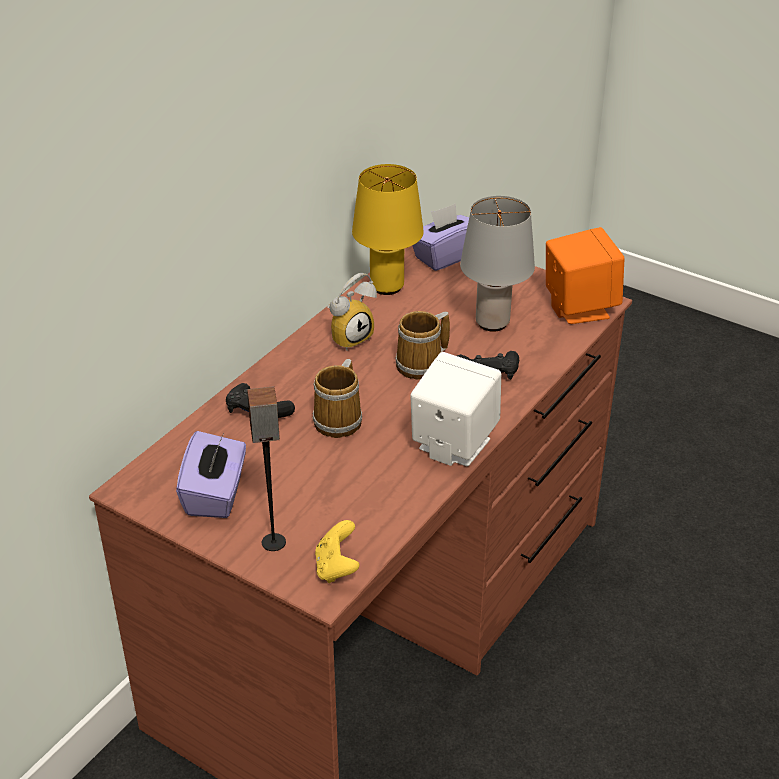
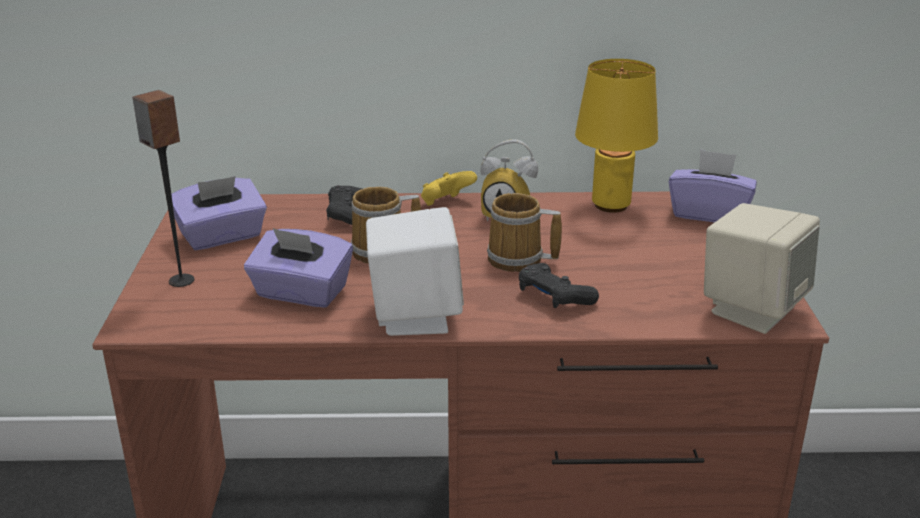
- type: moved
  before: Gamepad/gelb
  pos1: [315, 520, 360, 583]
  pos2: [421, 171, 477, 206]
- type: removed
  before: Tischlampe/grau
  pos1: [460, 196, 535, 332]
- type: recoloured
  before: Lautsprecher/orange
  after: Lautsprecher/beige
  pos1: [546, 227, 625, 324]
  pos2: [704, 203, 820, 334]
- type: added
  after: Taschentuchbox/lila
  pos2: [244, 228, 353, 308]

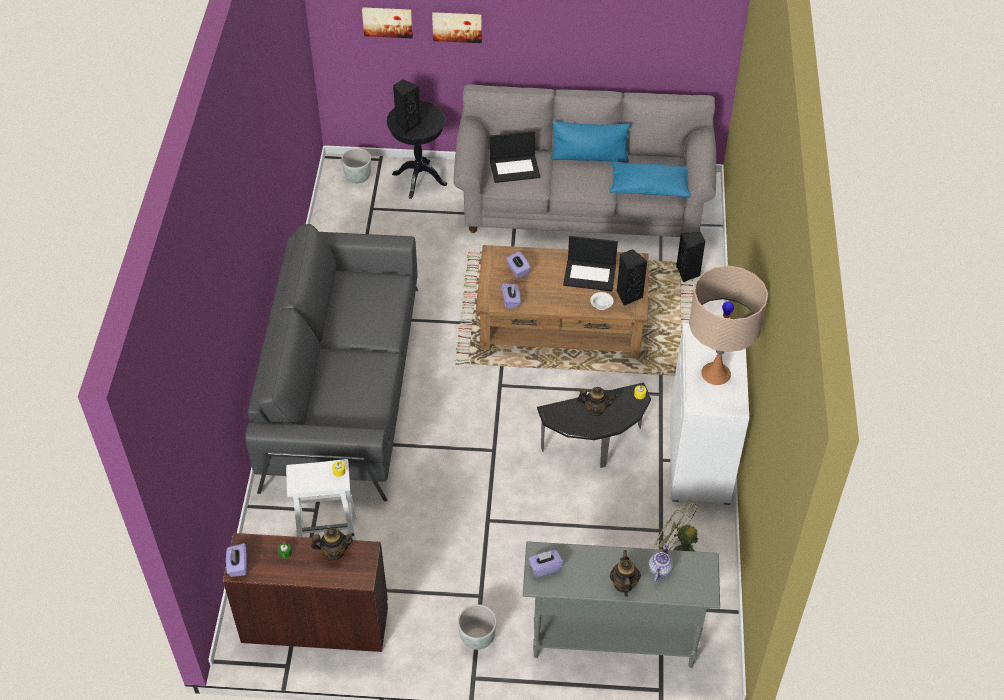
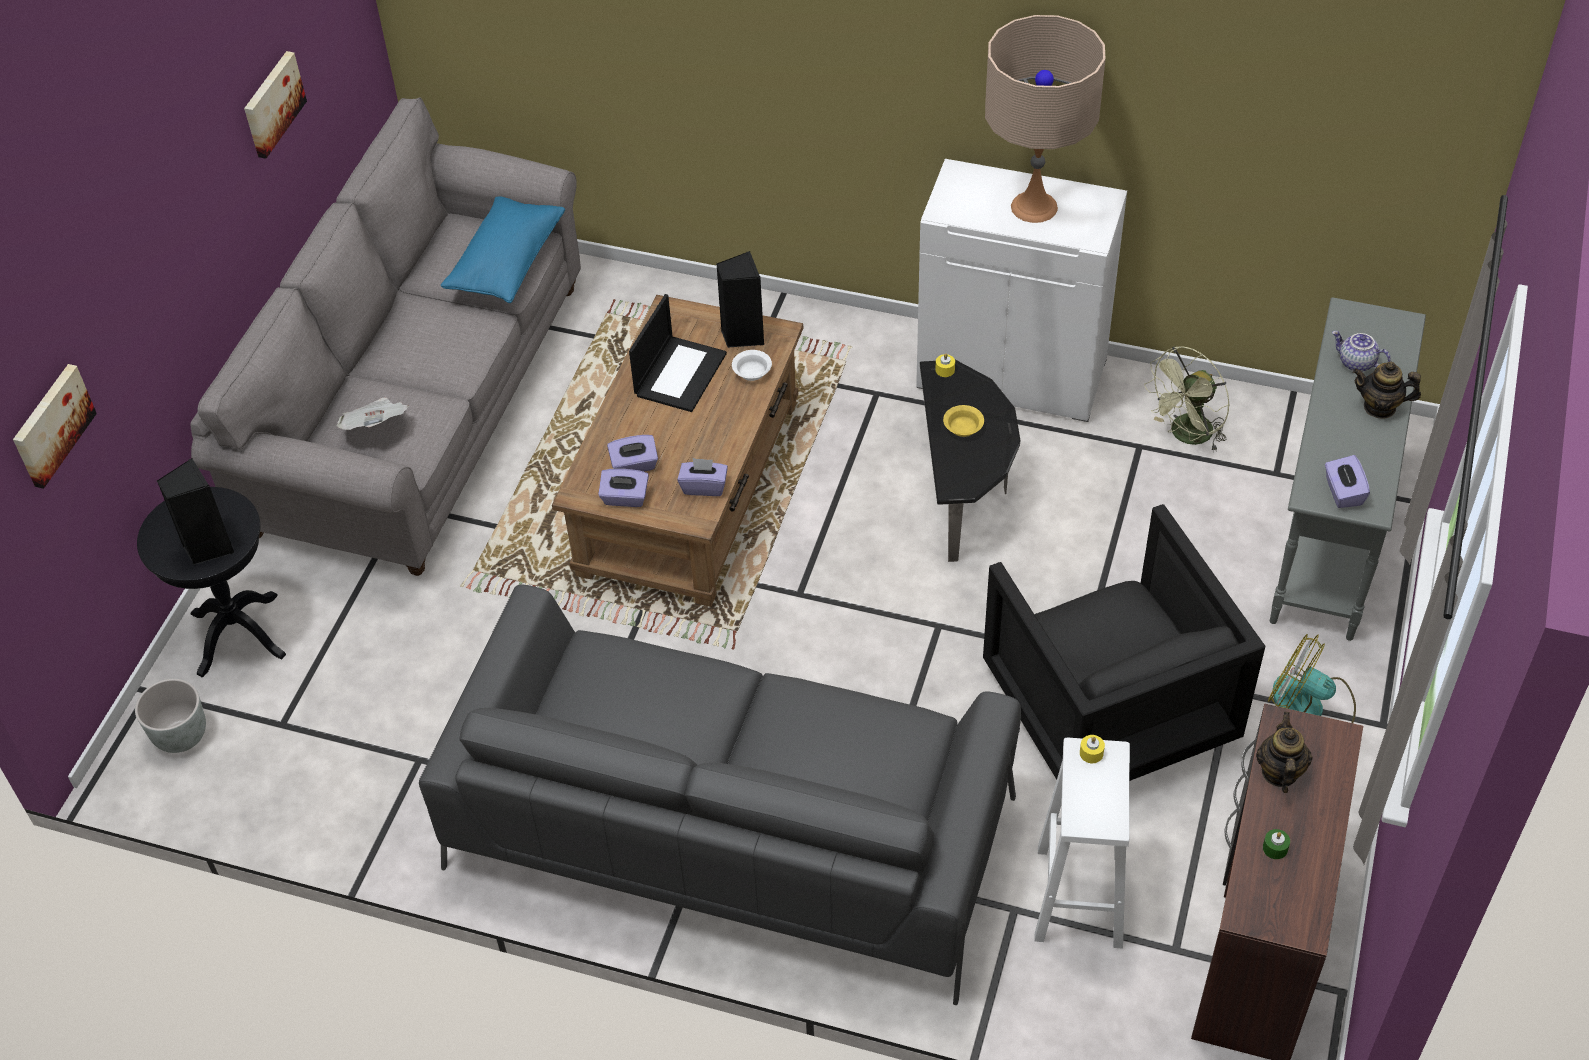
- type: moved
  before: Taschentuchbox/lila
  pos1: [226, 543, 247, 577]
  pos2: [598, 469, 649, 507]
- type: moved
  before: Bild
  pos1: [432, 12, 482, 43]
  pos2: [244, 51, 307, 159]
- type: replaced
  before: Pflanzkübel/grau
  after: Ventilator
  pos1: [458, 604, 497, 650]
  pos2: [1268, 634, 1356, 723]
- type: replaced
  before: Laptop
  after: Zeitung
  pos1: [490, 131, 540, 183]
  pos2: [337, 398, 409, 430]
- type: removed
  before: Kissen/blau
  pos1: [551, 121, 631, 163]
- type: replaced
  before: Teekanne
  after: Schüssel/gelb
  pos1: [577, 387, 616, 416]
  pos2: [943, 405, 984, 437]
- type: removed
  before: Lautsprecher/schwarz
  pos1: [676, 232, 706, 282]
- type: added
  after: Sessel/schwarz
  pos2: [983, 504, 1265, 781]

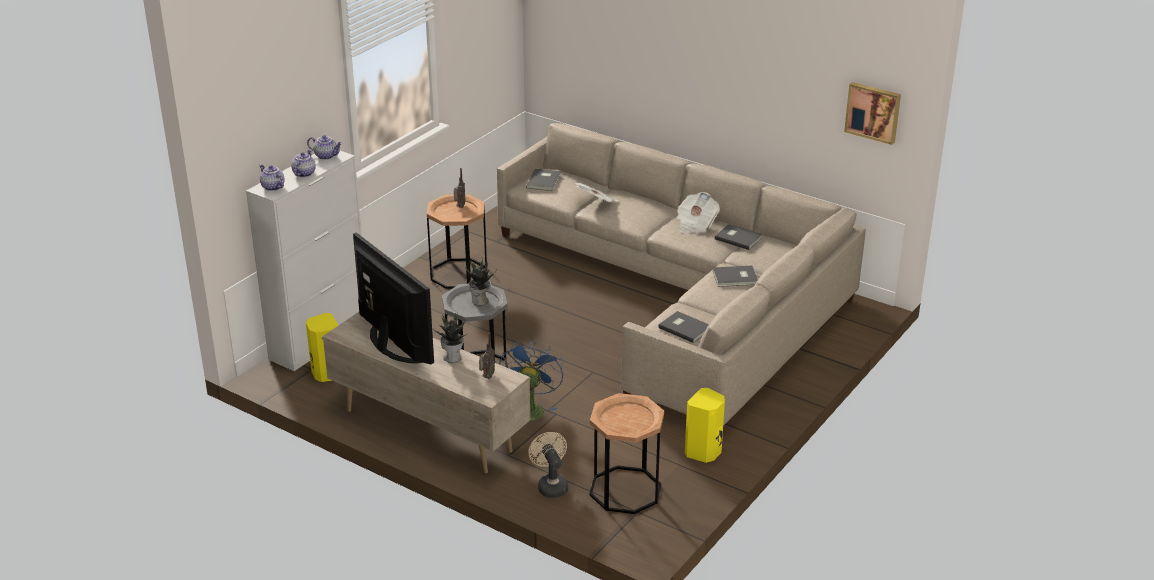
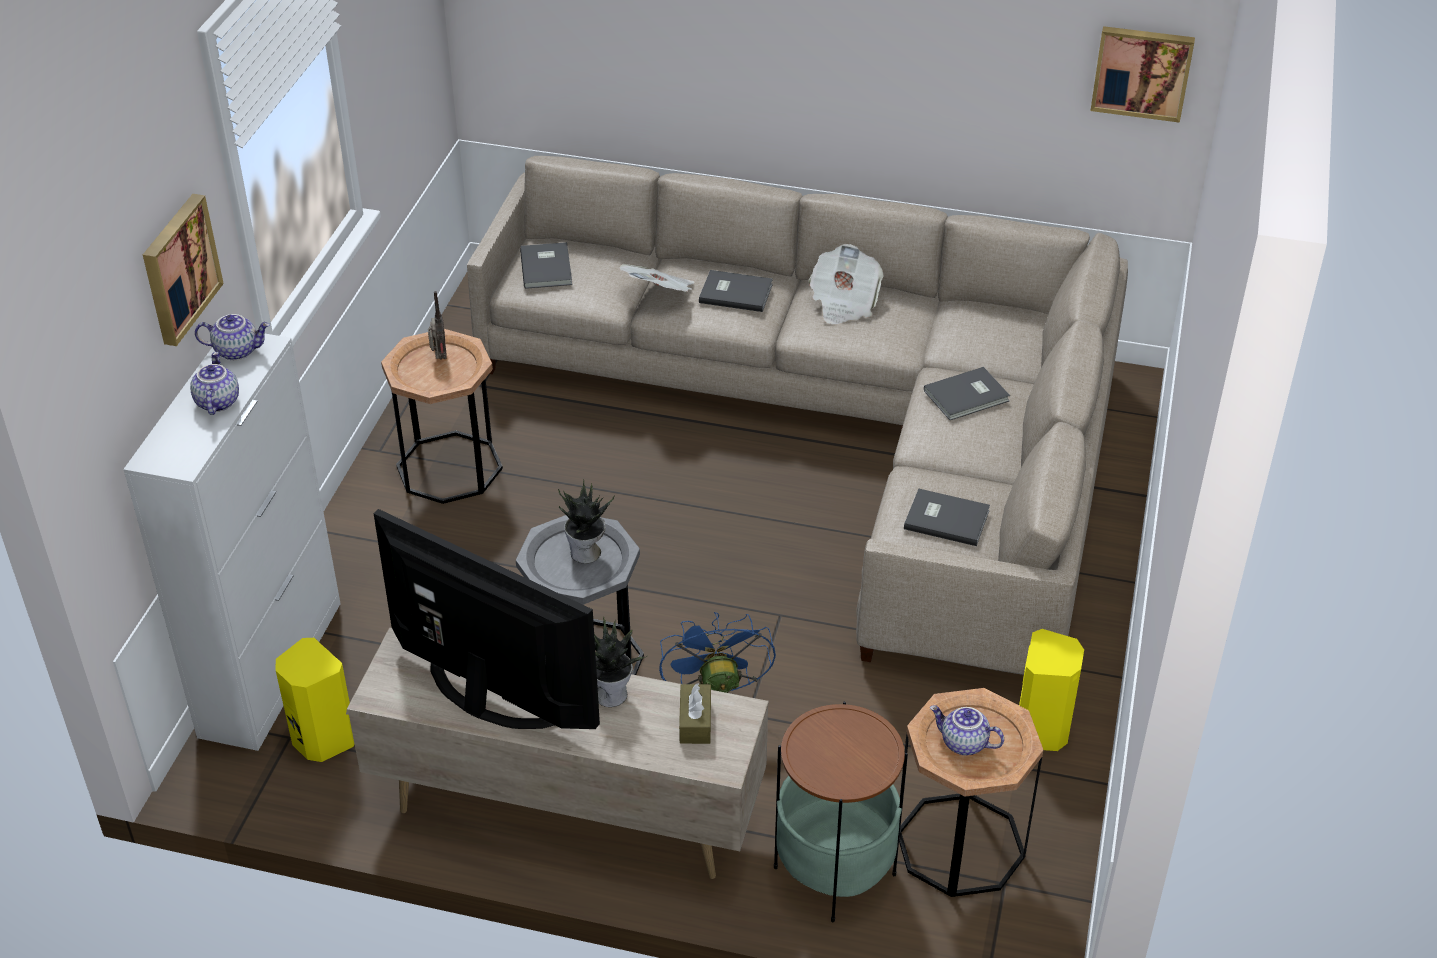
- type: moved
  before: Teekanne
  pos1: [259, 164, 284, 191]
  pos2: [930, 705, 1004, 755]
- type: replaced
  before: Radio
  after: Taschentuchbox/braun
  pos1: [479, 332, 495, 379]
  pos2: [679, 683, 711, 744]
- type: replaced
  before: Ventilator/beige
  after: Beistelltisch
  pos1: [528, 432, 568, 498]
  pos2: [774, 702, 908, 922]
- type: moved
  before: Buch/grau
  pos1: [715, 224, 763, 250]
  pos2: [699, 270, 773, 312]
- type: added
  after: Bild
  pos2: [143, 194, 224, 346]

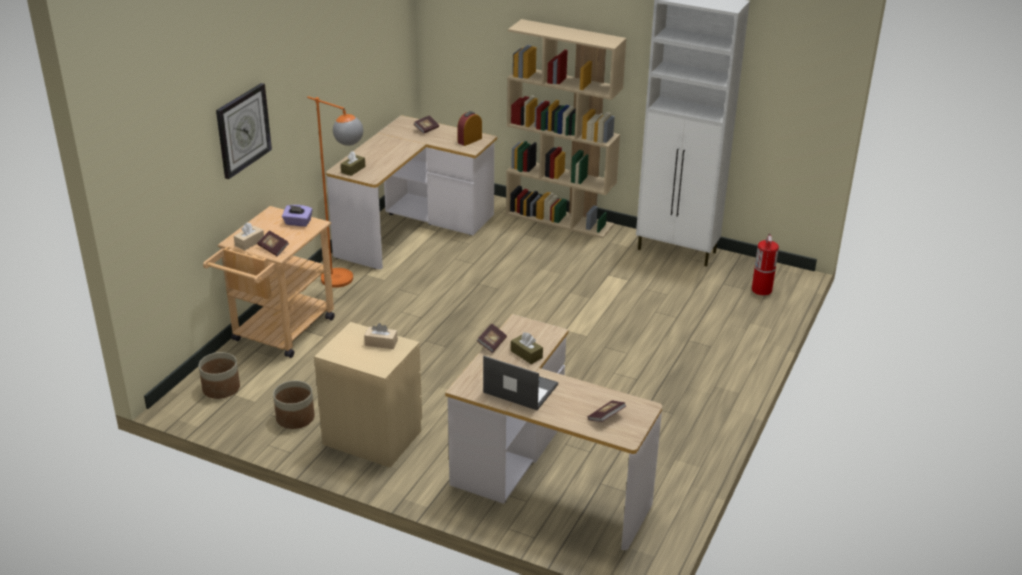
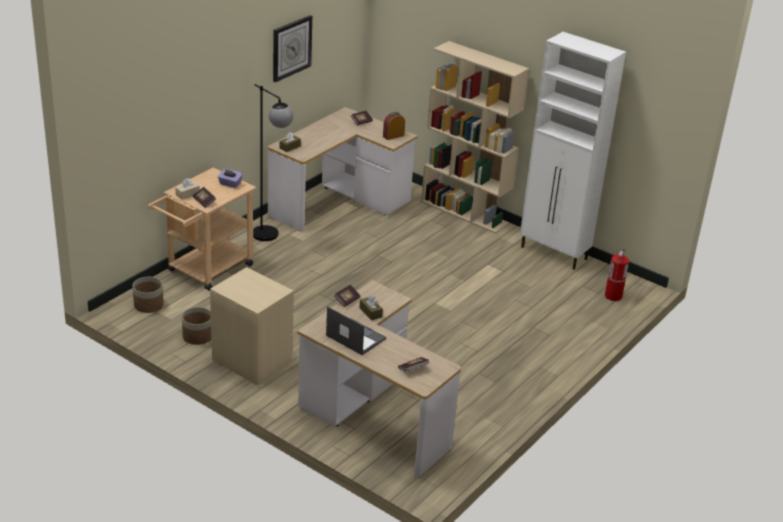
- type: moved
  before: Wanduhr
  pos1: [216, 83, 272, 179]
  pos2: [273, 15, 312, 82]
- type: recoloured
  before: Stehlampe/orange
  after: Stehlampe/schwarz
  pos1: [307, 96, 363, 288]
  pos2: [253, 84, 294, 241]
- type: removed
  before: Taschentuchbox/beige
  pos1: [364, 323, 398, 349]

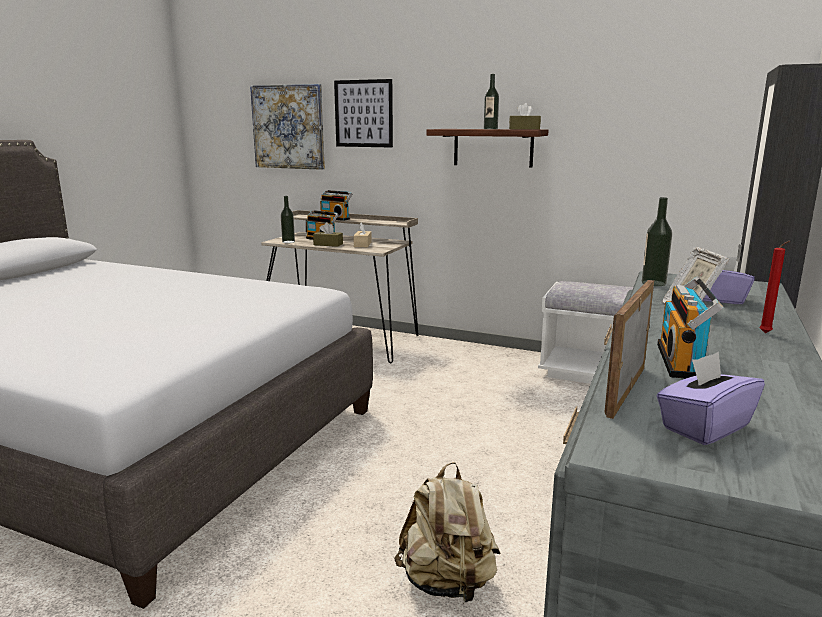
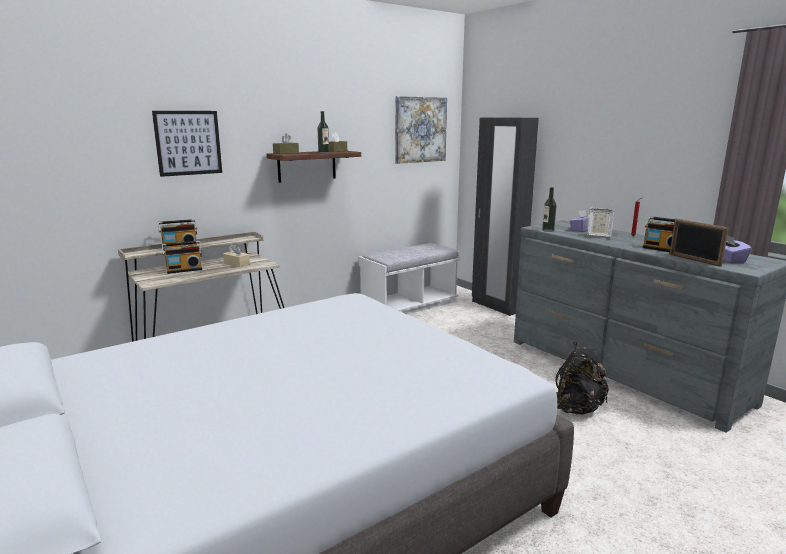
- type: moved
  before: Bild
  pos1: [250, 84, 325, 170]
  pos2: [395, 96, 447, 164]
- type: removed
  before: Flasche
  pos1: [281, 196, 295, 243]
- type: moved
  before: Taschentuchbox/braun
  pos1: [313, 222, 343, 247]
  pos2: [273, 133, 299, 154]
- type: recoloured
  before: Rucksack/beige
  after: Rucksack/schwarz
  pos1: [394, 462, 501, 604]
  pos2: [555, 342, 609, 414]

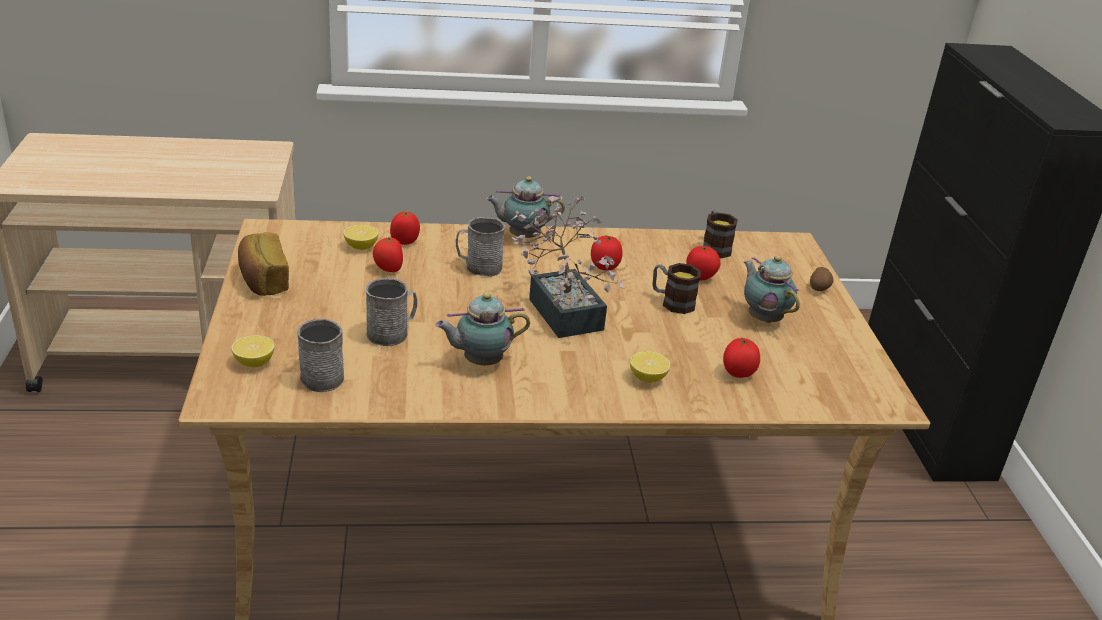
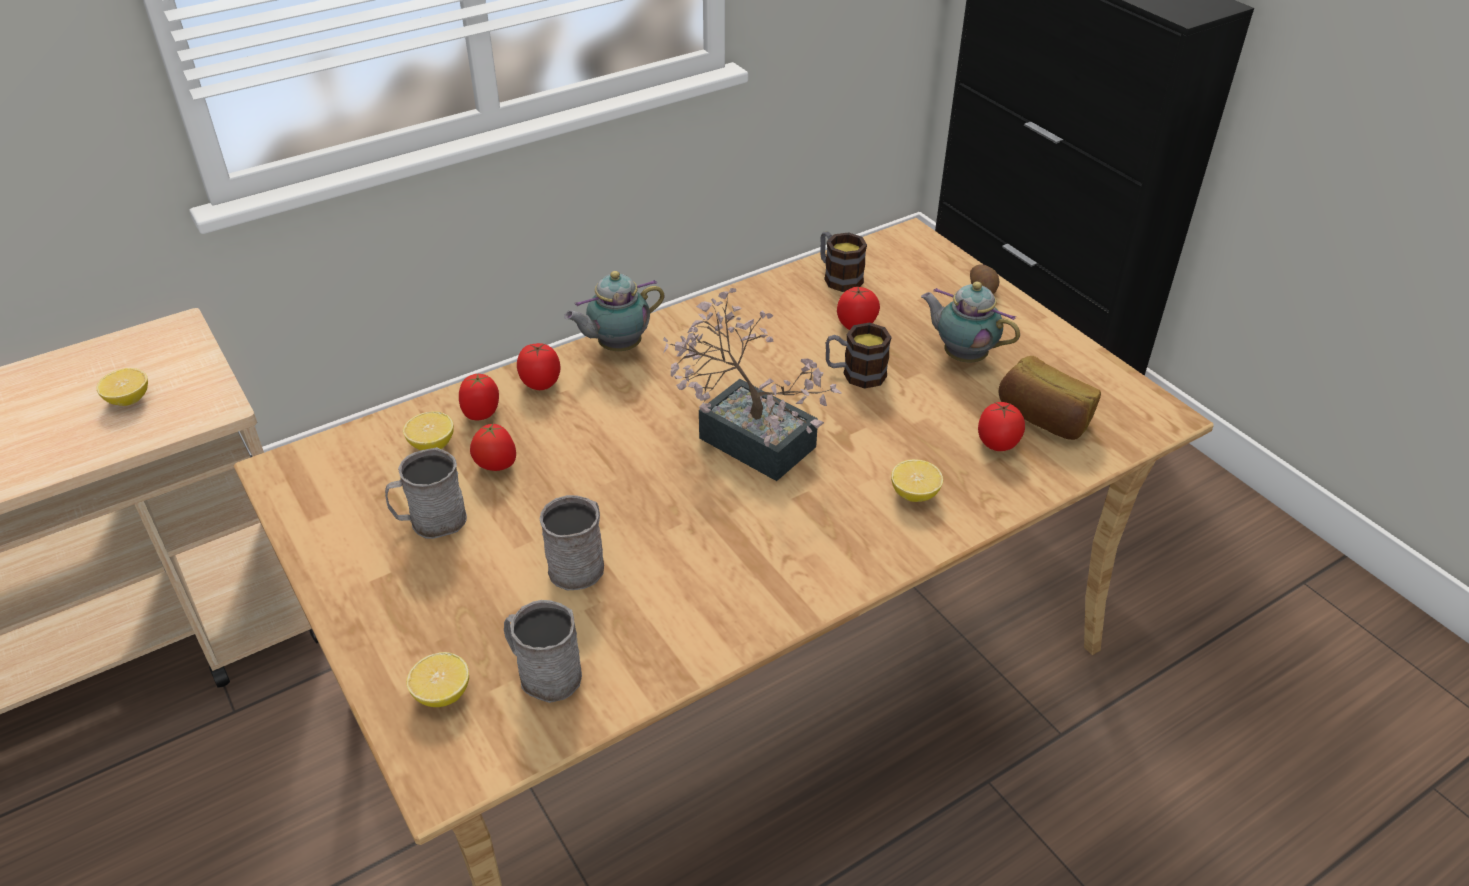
- type: moved
  before: Brot
  pos1: [238, 232, 289, 296]
  pos2: [999, 356, 1101, 440]
- type: removed
  before: Teekanne
  pos1: [435, 292, 530, 365]
- type: moved
  before: Henkelbecher/grau
  pos1: [456, 217, 505, 277]
  pos2: [385, 447, 467, 539]
- type: moved
  before: Tomate
  pos1: [591, 236, 623, 270]
  pos2: [517, 343, 560, 390]
- type: added
  after: Zitrone
  pos2: [96, 368, 148, 406]

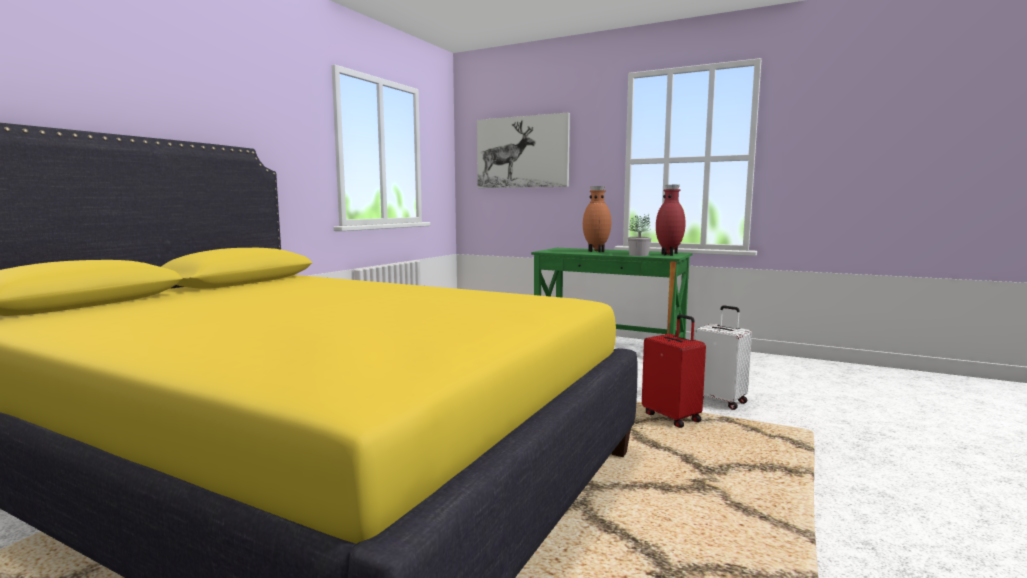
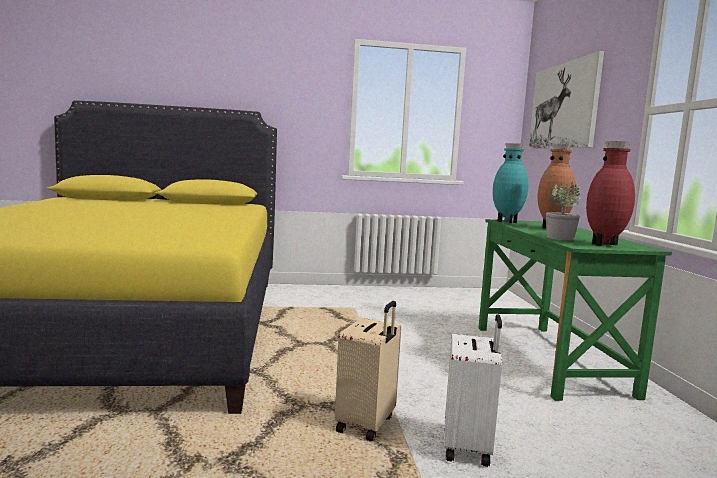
- type: recoloured
  before: Koffer/rot
  after: Koffer/beige
  pos1: [642, 314, 706, 428]
  pos2: [335, 301, 401, 441]
- type: added
  after: Vase/türkis
  pos2: [493, 143, 528, 223]

